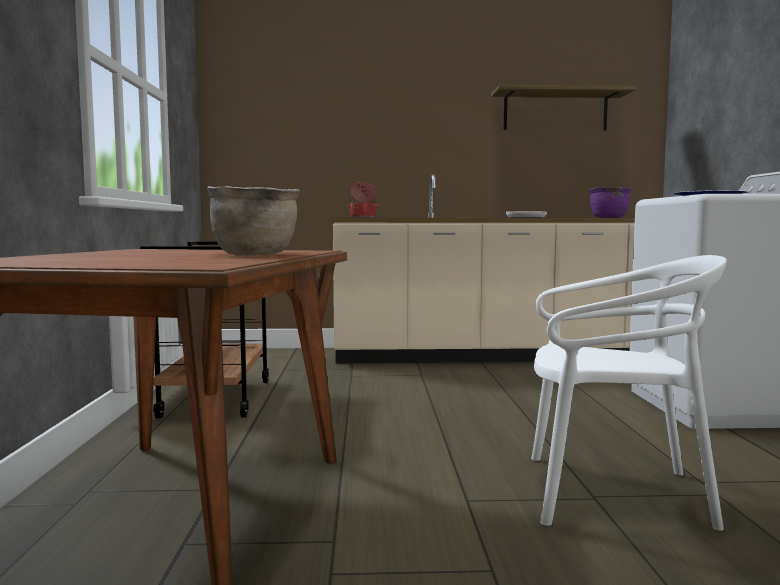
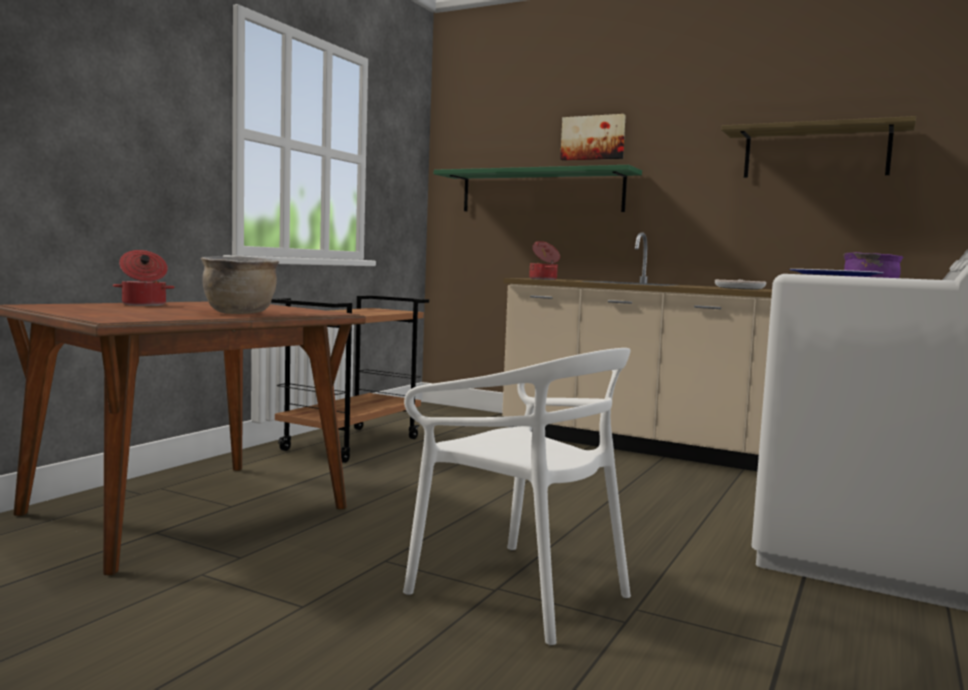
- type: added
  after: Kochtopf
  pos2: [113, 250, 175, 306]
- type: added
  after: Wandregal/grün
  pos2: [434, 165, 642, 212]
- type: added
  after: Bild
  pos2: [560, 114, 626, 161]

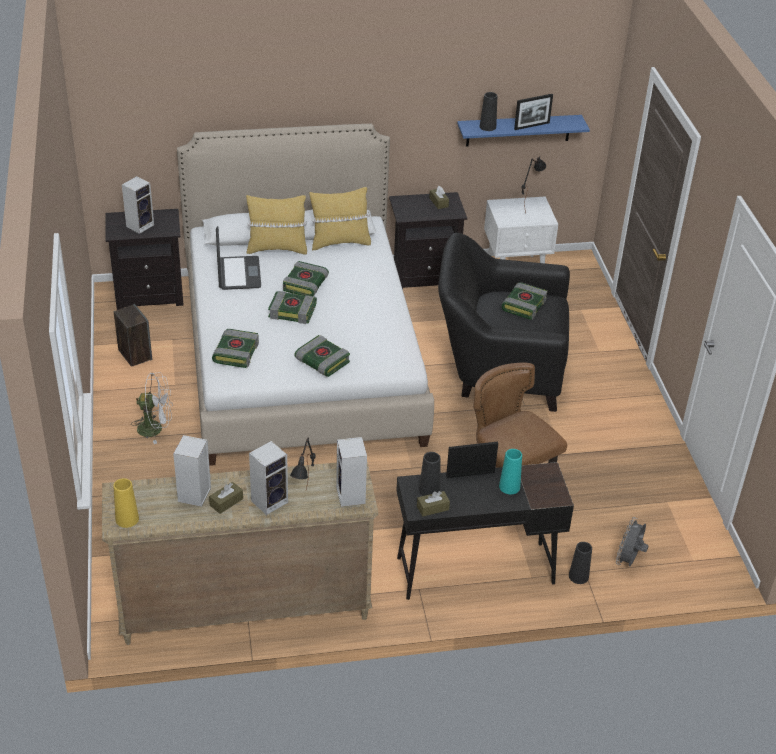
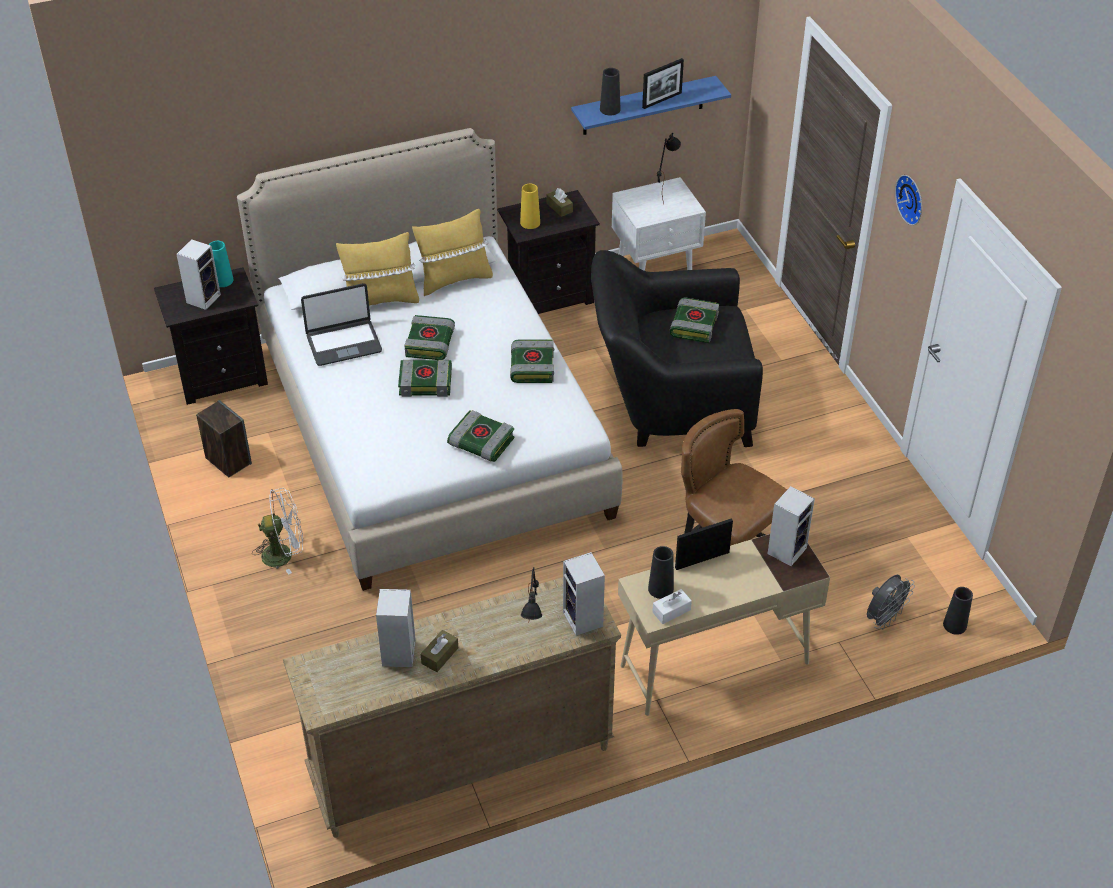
- type: moved
  before: Vase/gelb
  pos1: [113, 478, 139, 528]
  pos2: [520, 184, 540, 229]
- type: moved
  before: Buch
  pos1: [212, 329, 259, 368]
  pos2: [510, 340, 554, 383]
- type: turned
  before: Laptop
  pos1: [216, 226, 261, 290]
  pos2: [301, 283, 382, 366]
  turn: 90
- type: moved
  before: Lautsprecher
  pos1: [249, 441, 288, 515]
  pos2: [768, 486, 815, 566]
- type: recoloured
  before: Schreibtisch/schwarz
  after: Schreibtisch/beige
  pos1: [396, 462, 574, 600]
  pos2: [618, 534, 830, 716]
- type: recoloured
  before: Taschentuchbox/braun
  after: Taschentuchbox/weiß
  pos1: [417, 491, 450, 517]
  pos2: [652, 589, 692, 624]
- type: moved
  before: Vase/türkis
  pos1: [499, 449, 522, 494]
  pos2: [209, 241, 234, 287]
- type: moved
  before: Vase/schwarz
  pos1: [569, 542, 592, 584]
  pos2: [943, 587, 973, 635]
- type: turned
  before: Ventilator/grau
  pos1: [616, 517, 648, 566]
  pos2: [867, 575, 915, 630]
  turn: -150
- type: added
  after: Wanduhr
  pos2: [895, 175, 922, 225]

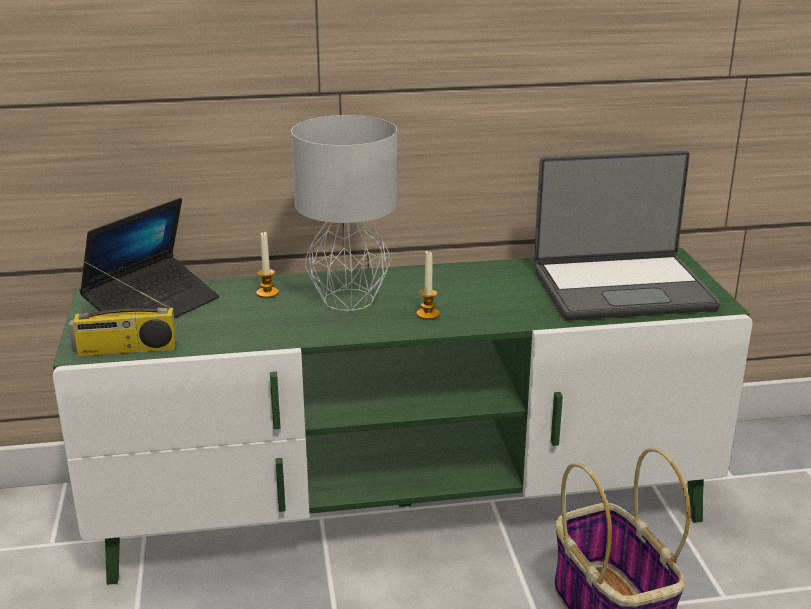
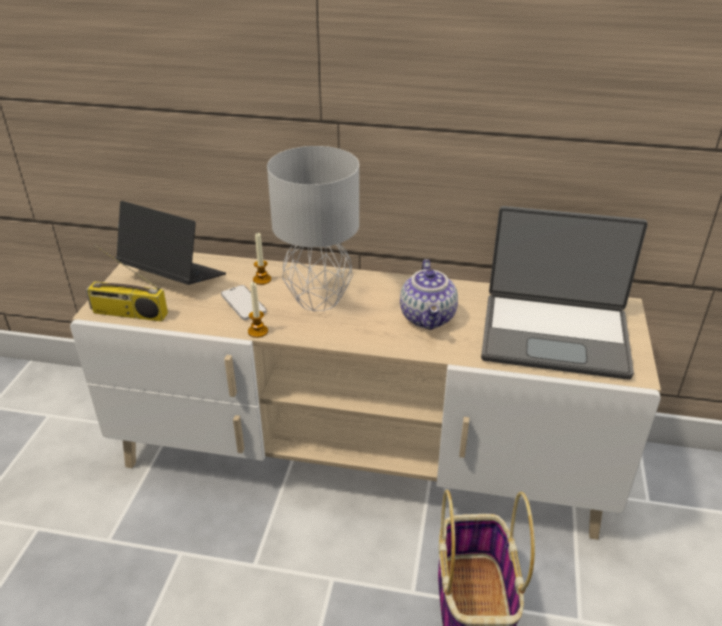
- type: recoloured
  before: Fernsehschrank/grün
  after: Fernsehschrank/beige
  pos1: [53, 248, 753, 585]
  pos2: [70, 252, 661, 540]
- type: turned
  before: Laptop
  pos1: [79, 198, 219, 319]
  pos2: [116, 201, 226, 285]
  turn: -120
- type: moved
  before: Kerze
  pos1: [416, 251, 440, 320]
  pos2: [248, 282, 268, 338]
- type: added
  after: Handy
  pos2: [221, 285, 267, 320]
- type: added
  after: Teekanne
  pos2: [400, 259, 458, 330]

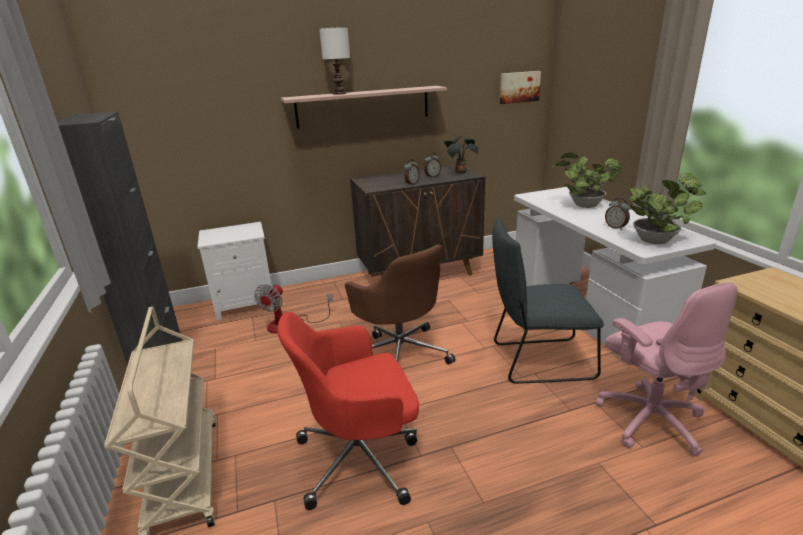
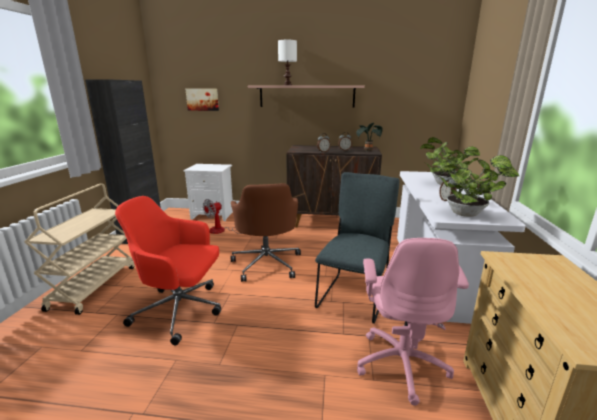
- type: turned
  before: Stuhl/grau
  pos1: [492, 219, 604, 384]
  pos2: [315, 172, 399, 324]
  turn: 90
- type: moved
  before: Bild
  pos1: [500, 71, 541, 104]
  pos2: [186, 89, 219, 111]

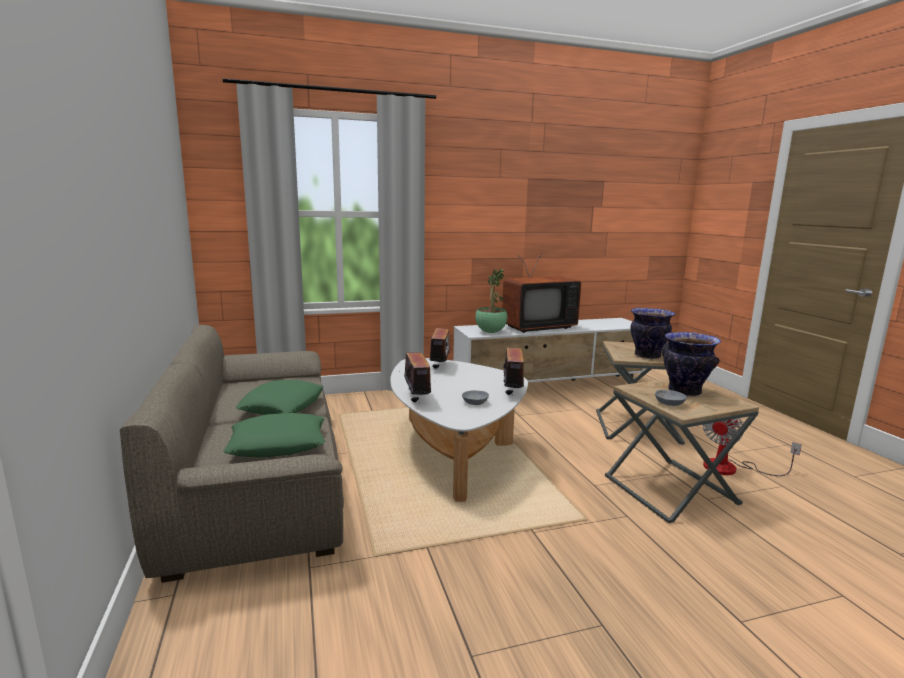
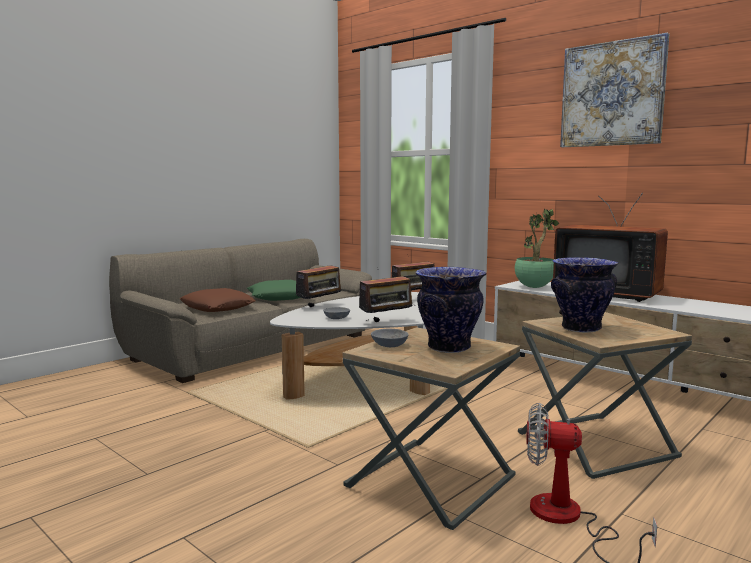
- type: recoloured
  before: Kissen/grün
  after: Kissen/braun
  pos1: [223, 413, 326, 458]
  pos2: [180, 288, 256, 312]
- type: added
  after: Bild
  pos2: [560, 33, 669, 147]

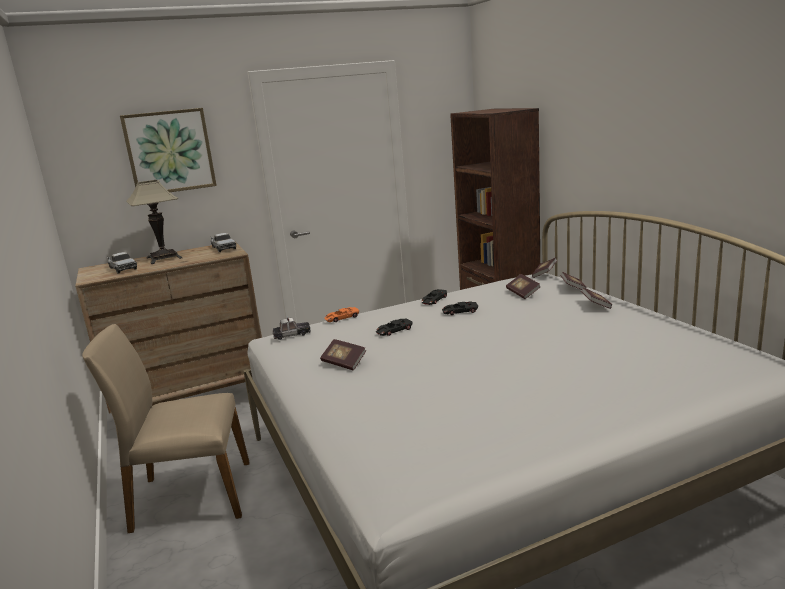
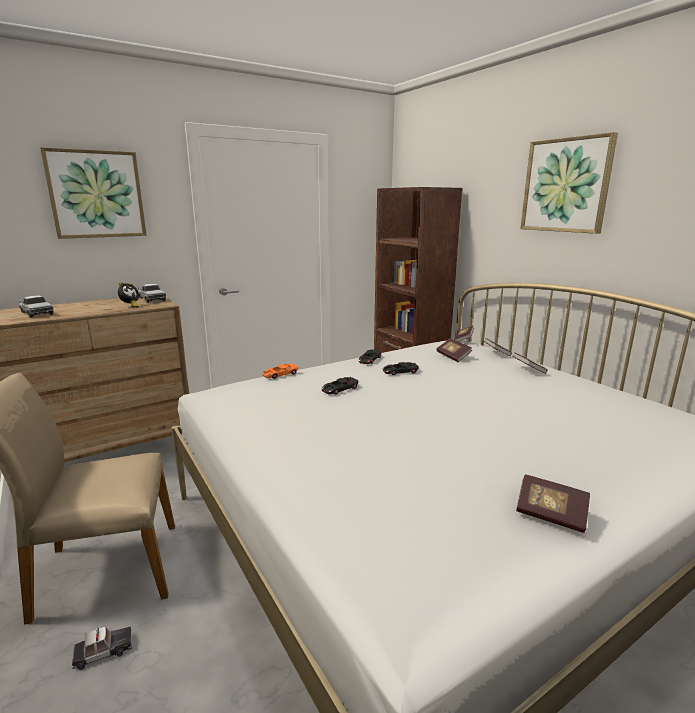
- type: removed
  before: Tischlampe
  pos1: [126, 180, 182, 264]
- type: moved
  before: Spielzeugauto
  pos1: [273, 316, 311, 340]
  pos2: [72, 626, 132, 670]
- type: moved
  before: Buch
  pos1: [320, 339, 366, 370]
  pos2: [516, 474, 590, 533]
- type: added
  after: Wecker
  pos2: [118, 282, 140, 308]
- type: added
  after: Bild
  pos2: [520, 132, 618, 234]

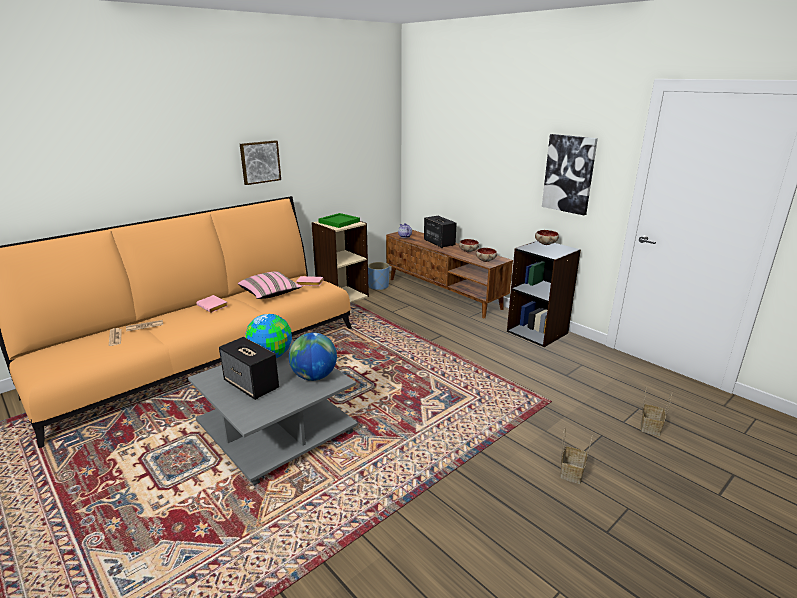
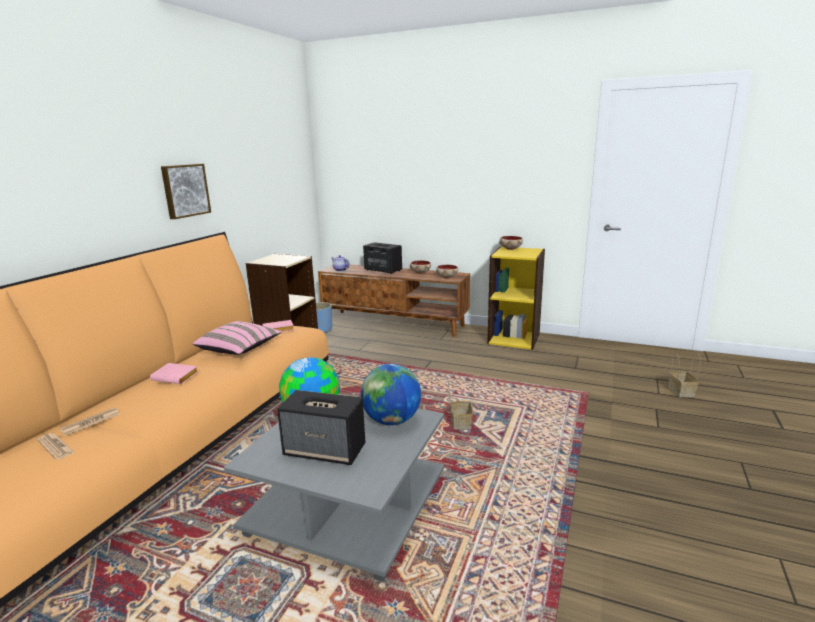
- type: removed
  before: Tablett/grün
  pos1: [318, 213, 360, 228]
- type: recoloured
  before: Bücherregal/schwarz
  after: Bücherregal/gelb
  pos1: [507, 241, 581, 347]
  pos2: [487, 246, 545, 350]
- type: removed
  before: Bild
  pos1: [542, 134, 598, 215]
- type: moved
  before: Korb
  pos1: [560, 428, 593, 484]
  pos2: [448, 381, 474, 429]

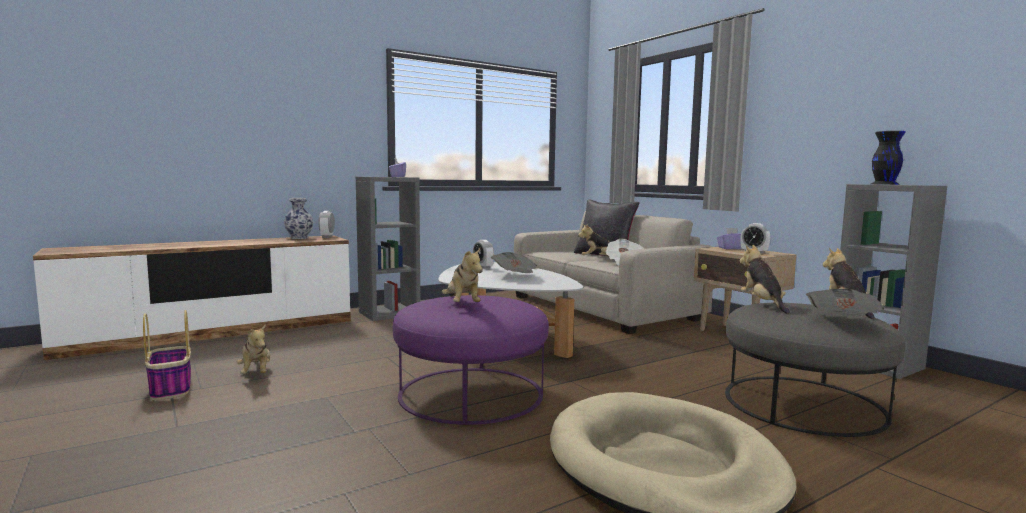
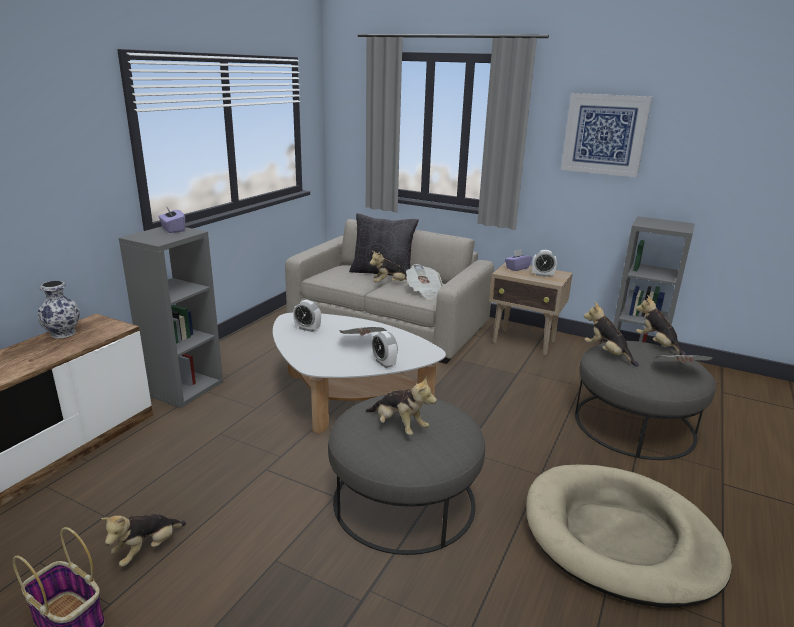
- type: turned
  before: Plüschtier
  pos1: [237, 324, 270, 374]
  pos2: [101, 514, 186, 567]
  turn: 90
- type: moved
  before: Wecker
  pos1: [319, 211, 335, 238]
  pos2: [372, 331, 398, 368]
- type: recoloured
  before: Polsterhocker/lila
  after: Polsterhocker/grau
  pos1: [393, 295, 549, 425]
  pos2: [328, 395, 485, 555]
- type: removed
  before: Vase/schwarz
  pos1: [871, 131, 906, 185]
- type: added
  after: Bild
  pos2: [561, 93, 652, 177]

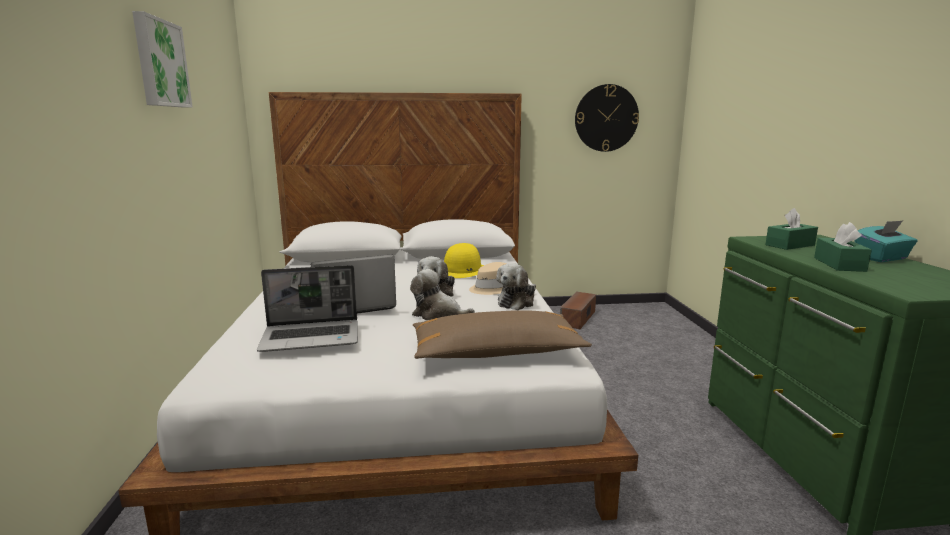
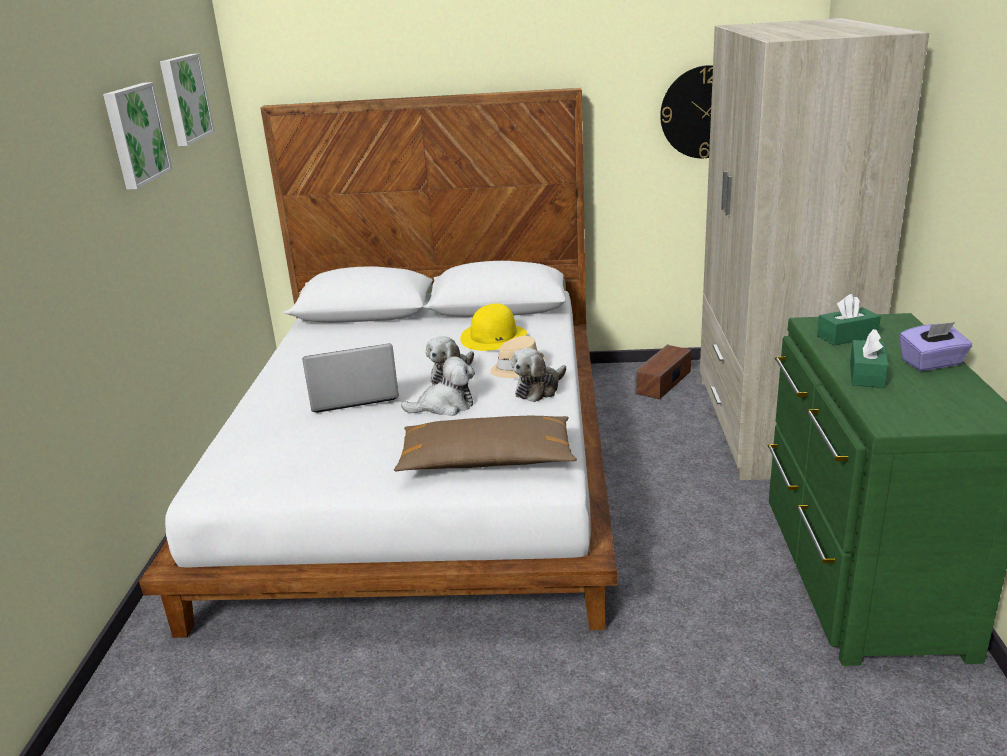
- type: removed
  before: Laptop
  pos1: [257, 265, 358, 352]
- type: turned
  before: Plüschtier
  pos1: [410, 269, 475, 320]
  pos2: [401, 356, 475, 416]
  turn: 135
- type: recoloured
  before: Taschentuchbox/türkis
  after: Taschentuchbox/lila
  pos1: [855, 220, 918, 262]
  pos2: [899, 322, 972, 371]
- type: added
  after: Bild
  pos2: [160, 54, 215, 146]
- type: added
  after: Kleiderschrank/beige
  pos2: [700, 18, 929, 480]

